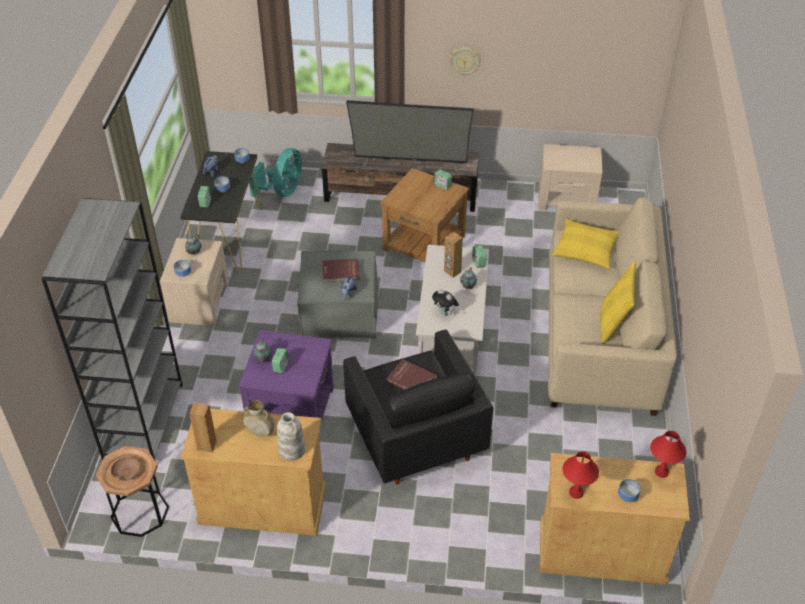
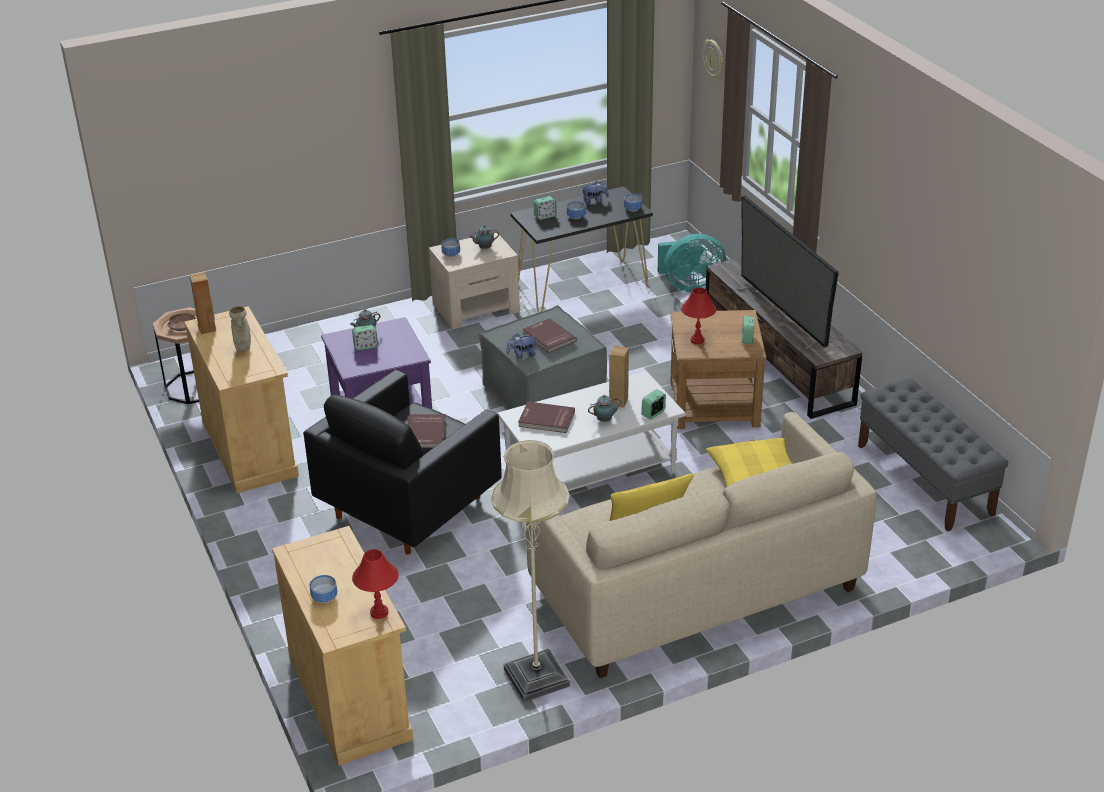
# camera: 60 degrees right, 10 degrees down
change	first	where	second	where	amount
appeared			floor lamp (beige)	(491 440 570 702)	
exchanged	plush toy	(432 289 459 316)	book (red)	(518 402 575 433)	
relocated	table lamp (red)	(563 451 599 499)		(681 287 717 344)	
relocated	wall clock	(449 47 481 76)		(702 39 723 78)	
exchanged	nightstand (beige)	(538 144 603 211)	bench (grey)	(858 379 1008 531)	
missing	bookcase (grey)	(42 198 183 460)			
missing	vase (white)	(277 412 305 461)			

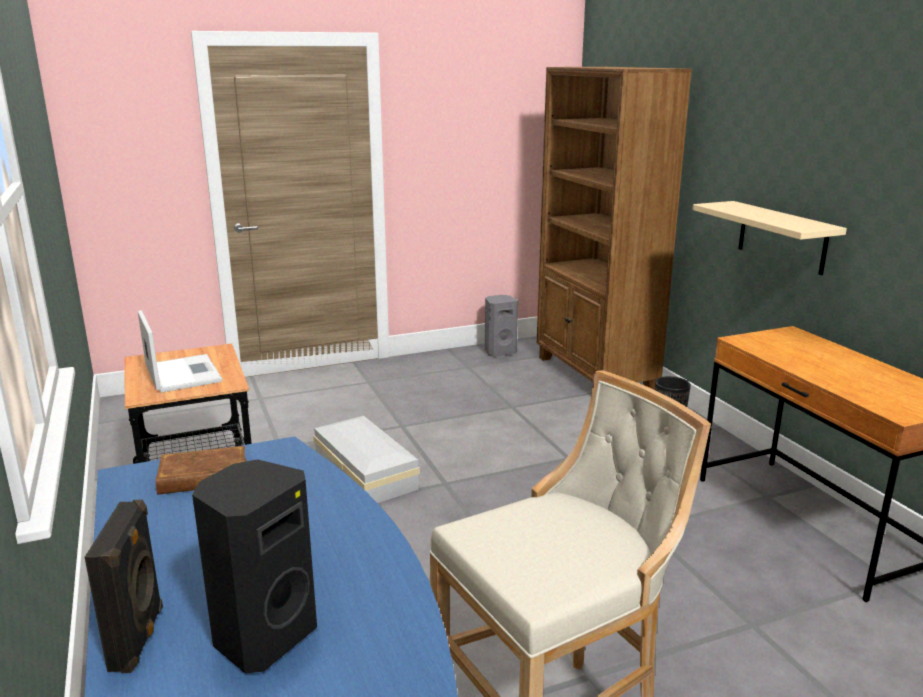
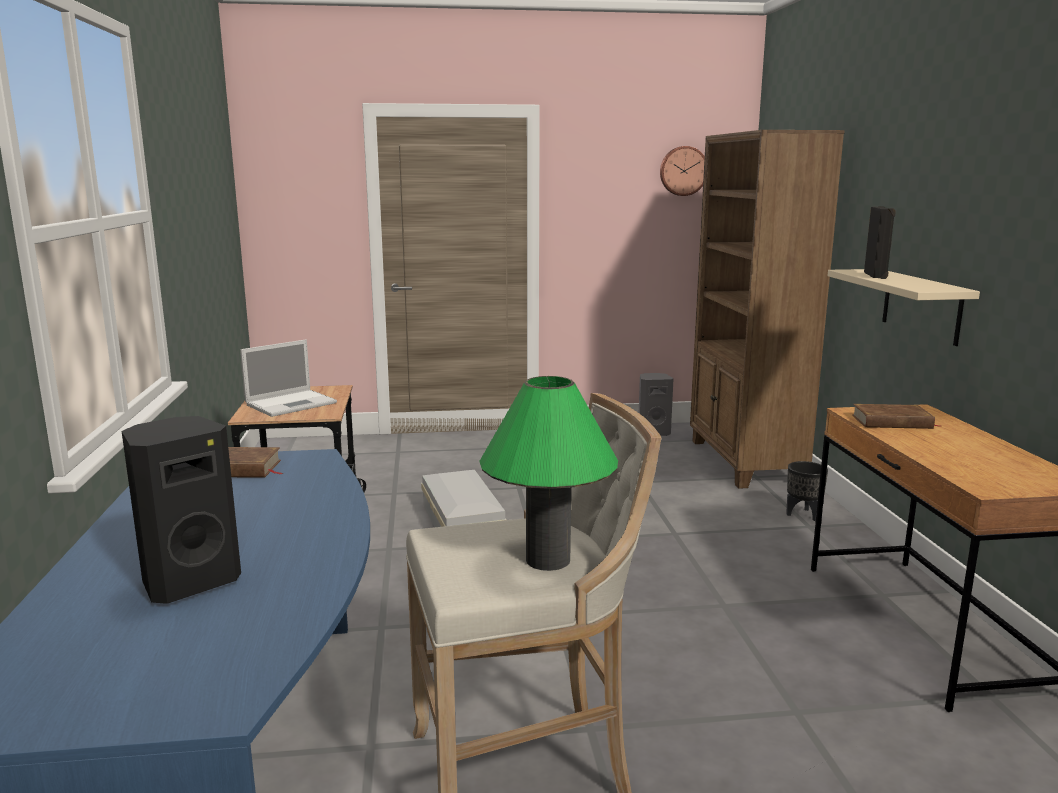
# camera: 15 degrees right, 5 degrees down
change	first	where	second	where	amount
spun	laptop	(138 310 222 393)		(240 339 337 417)	60 degrees clockwise
appeared			table lamp (green)	(479 376 618 571)	
appeared			wall clock	(660 146 705 196)	
appeared			book (brown)	(852 404 942 429)	
relocated	speaker (black)	(85 500 163 673)		(864 206 896 279)	

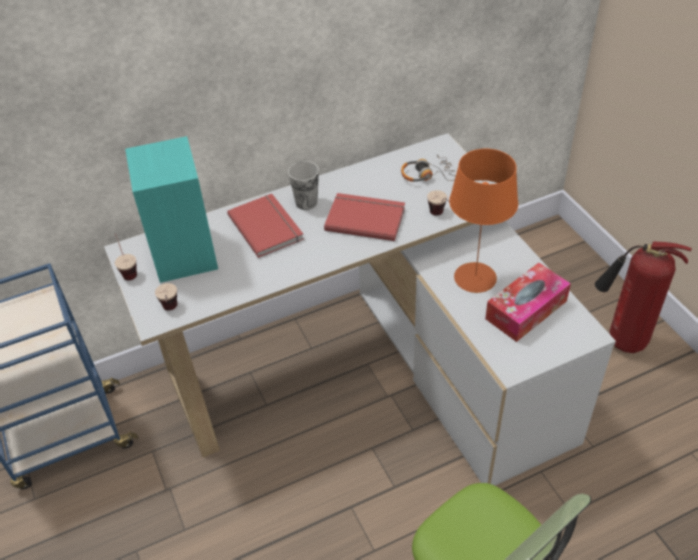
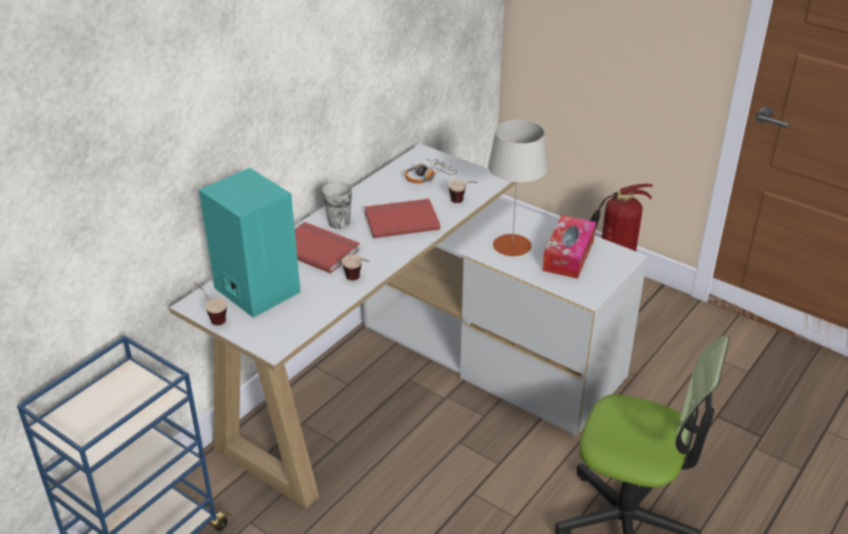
# camera: 30 degrees left, 10 degrees down
change	first	where	second	where	amount
relocated	cup	(155 283 177 311)		(342 255 369 280)	
colour	table lamp (orange)	(449 148 518 293)	table lamp (grey)	(488 120 548 256)	

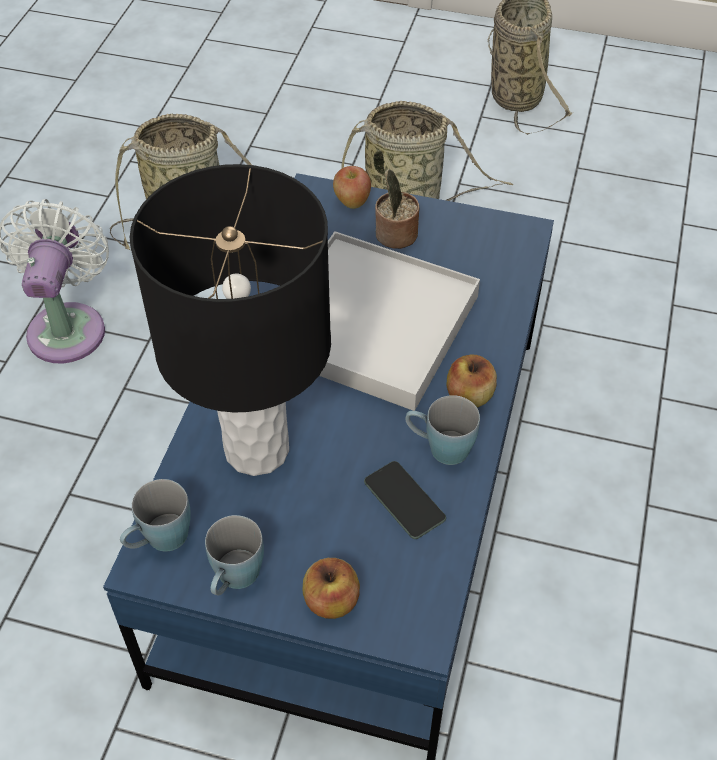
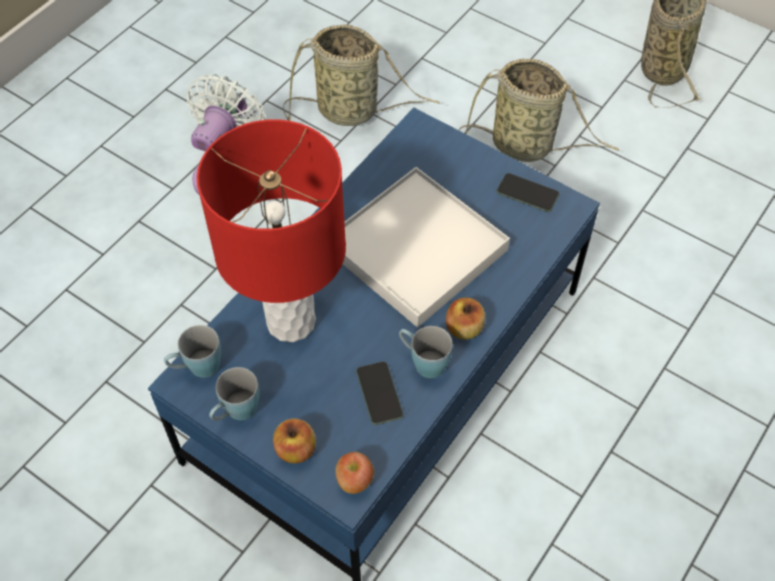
# camera: 20 degrees right, 5 degrees up
change	first	where	second	where	amount
colour	table lamp (black)	(130 164 331 476)	table lamp (red)	(197 119 346 342)	
relocated	apple	(333 166 371 209)		(335 452 374 494)	
appeared			phone	(496 173 560 212)	
missing	potted plant	(373 150 420 249)			

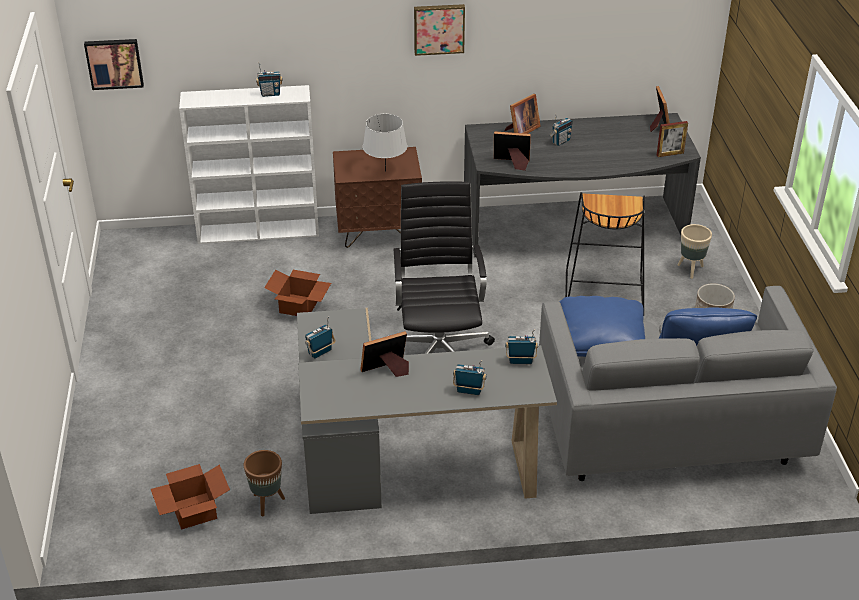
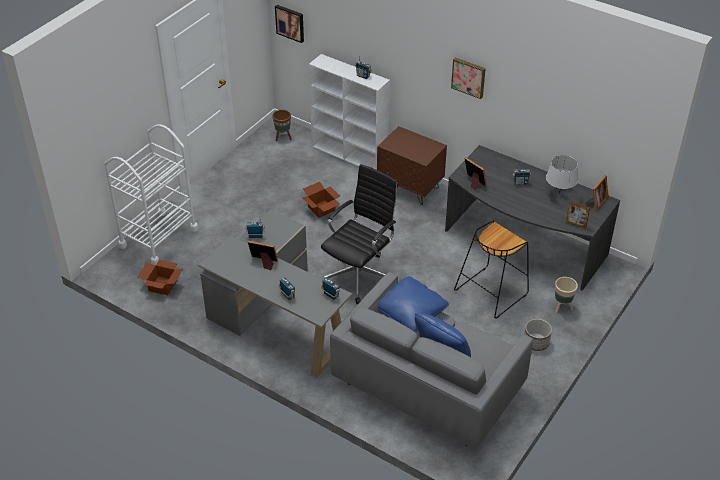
# camera: 40 degrees right, 5 degrees up
change	first	where	second	where	amount
appeared			cart (white)	(104 124 199 265)	
relocated	planter (brown)	(243 450 285 516)		(272 110 292 141)	
relocated	table lamp (grey)	(363 114 407 172)		(546 155 578 195)	
missing	picture frame	(504 94 541 134)			

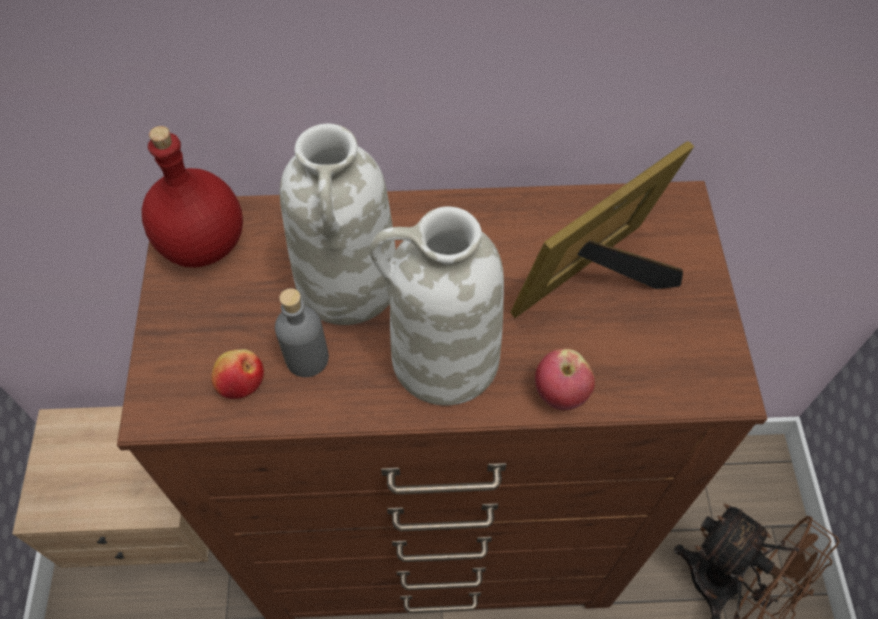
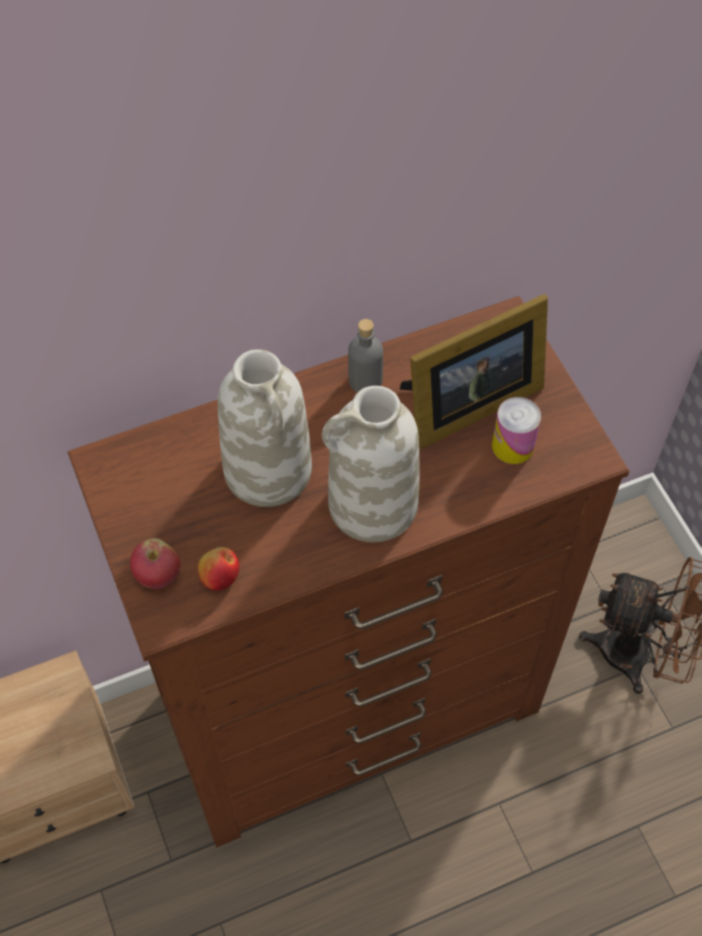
# camera: 20 degrees left, 0 degrees up
change	first	where	second	where	amount
relocated	apple	(535 349 595 410)		(130 538 180 589)	
relocated	bottle (grey)	(275 288 329 377)		(348 319 383 392)	
spun	picture frame	(511 141 694 318)		(400 294 548 449)	150 degrees counterclockwise
appeared			can	(492 397 541 464)	
missing	bottle (red)	(142 126 243 268)			

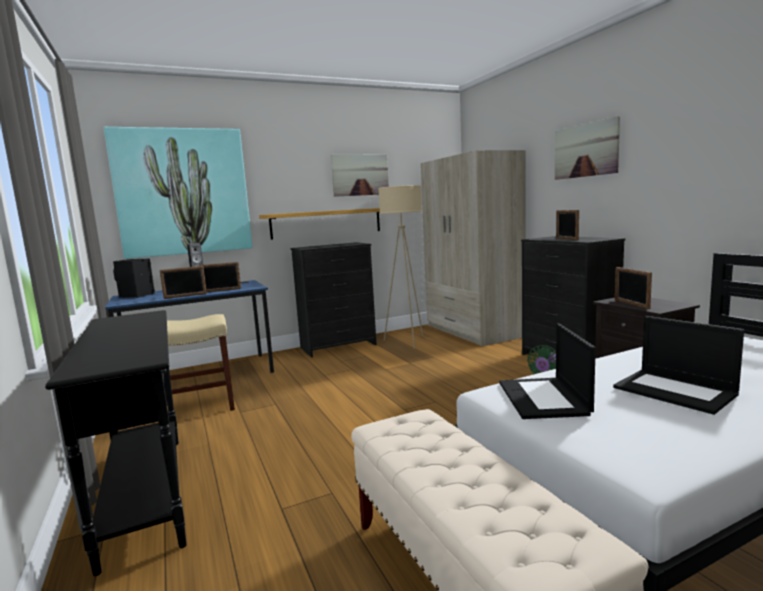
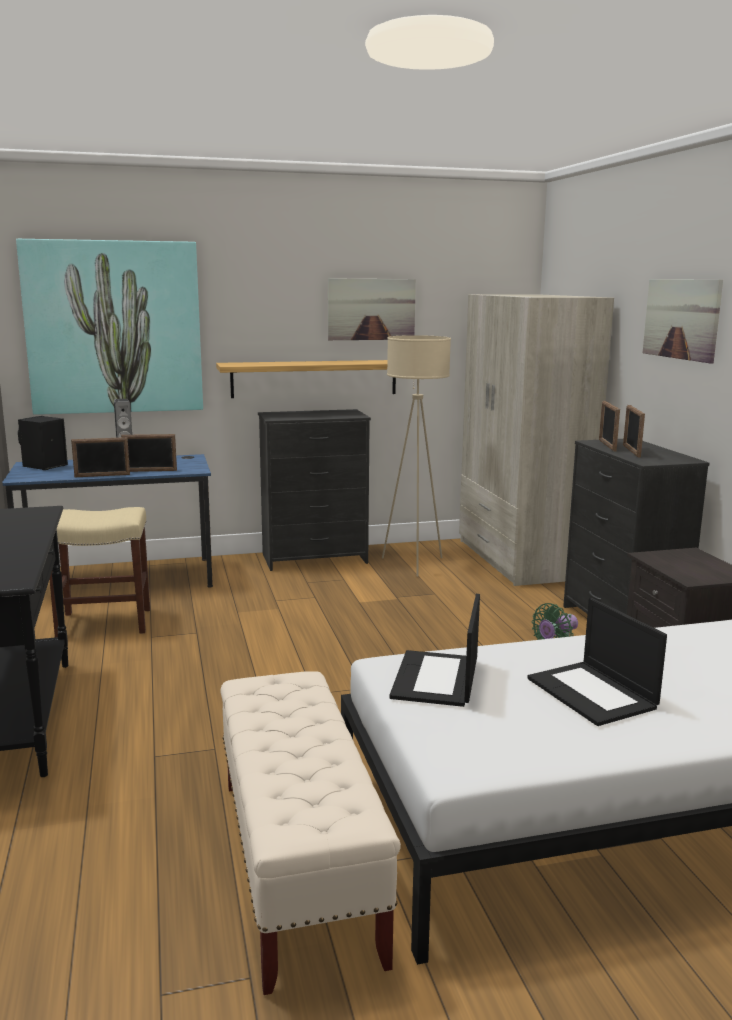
# camera: 10 degrees right, 5 degrees up
change	first	where	second	where	amount
relocated	picture frame	(615 267 652 309)		(599 401 620 452)	

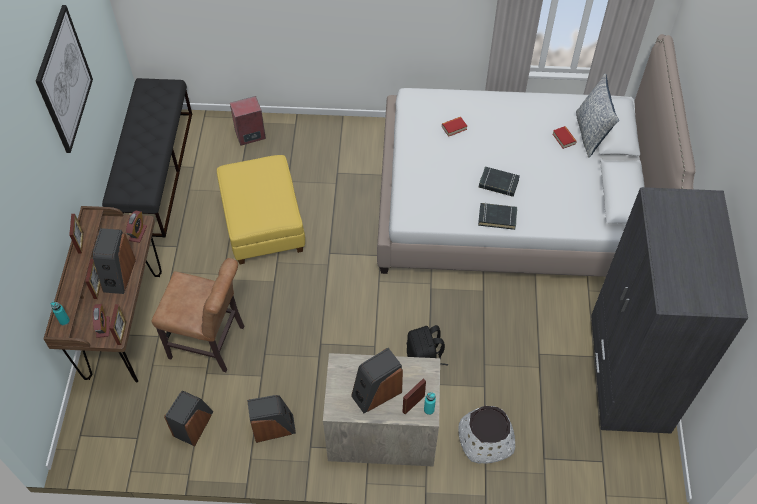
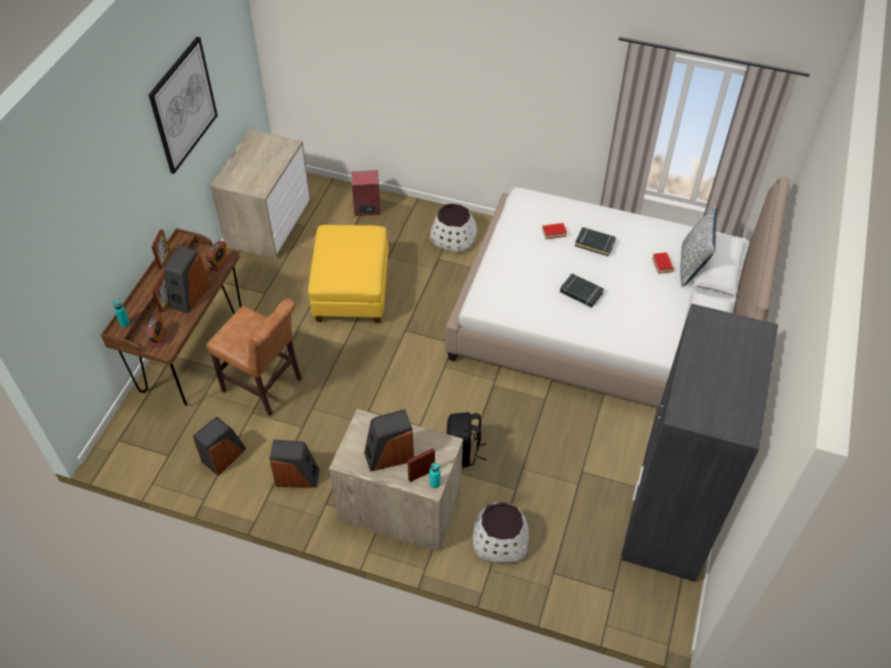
# camera: 15 degrees right, 5 degrees down
change	first	where	second	where	amount
exchanged	bench (black)	(102 78 192 238)	dresser	(210 129 311 259)	
appeared			planter (white)	(430 203 477 252)	
relocated	book (black)	(478 203 517 230)		(575 227 616 256)	
missing	picture frame	(109 304 127 345)			

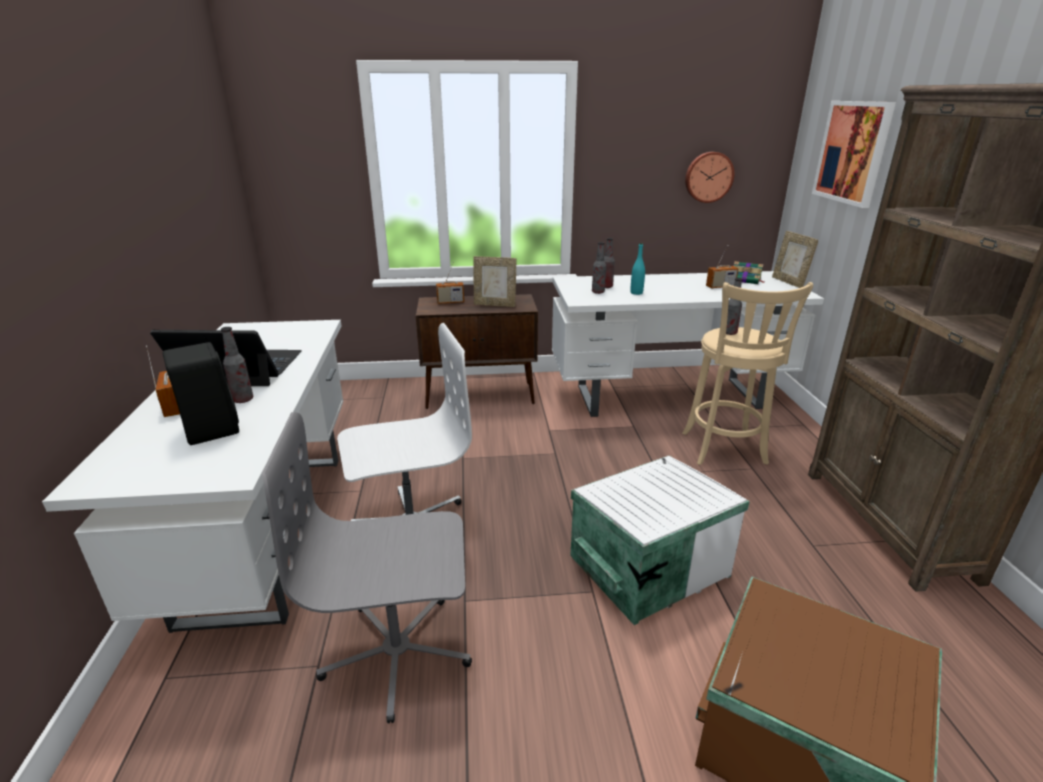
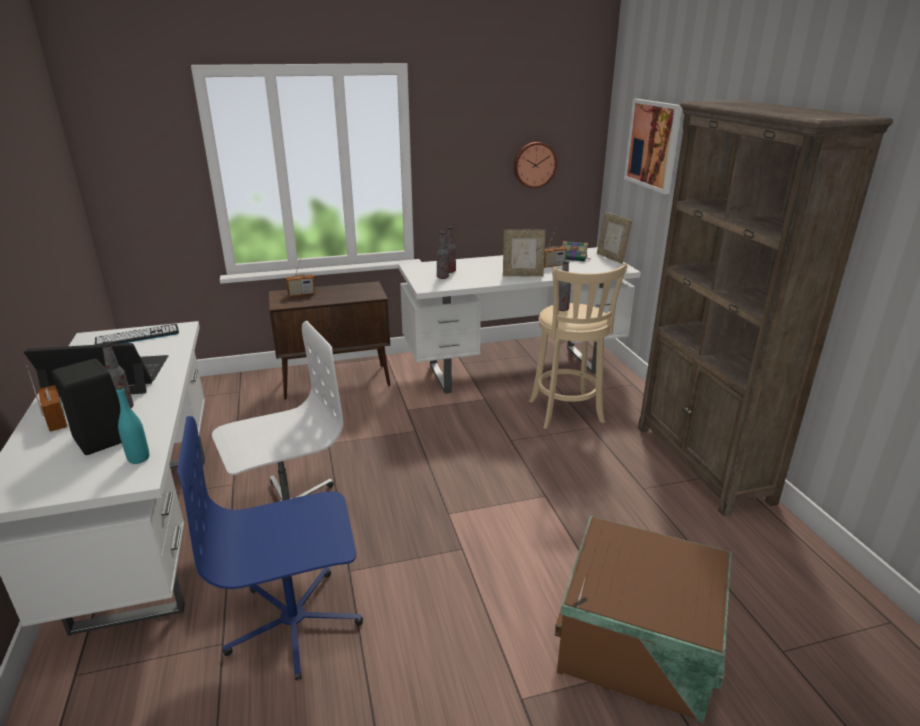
# camera: 10 degrees left, 0 degrees up
change	first	where	second	where	amount
appeared			keyboard	(95 324 179 345)	
relocated	bottle (turquoise)	(630 243 645 295)		(116 386 149 464)	
colour	office chair (grey)	(262 412 472 723)	office chair (blue)	(177 416 363 681)	
relocated	picture frame	(474 256 516 307)		(503 229 546 276)	
missing	storage box (white)	(570 456 750 625)			

